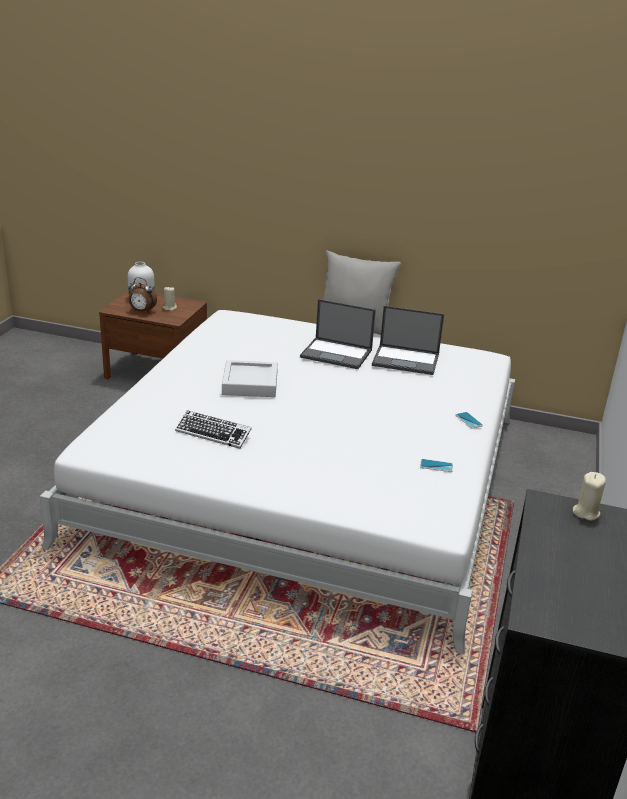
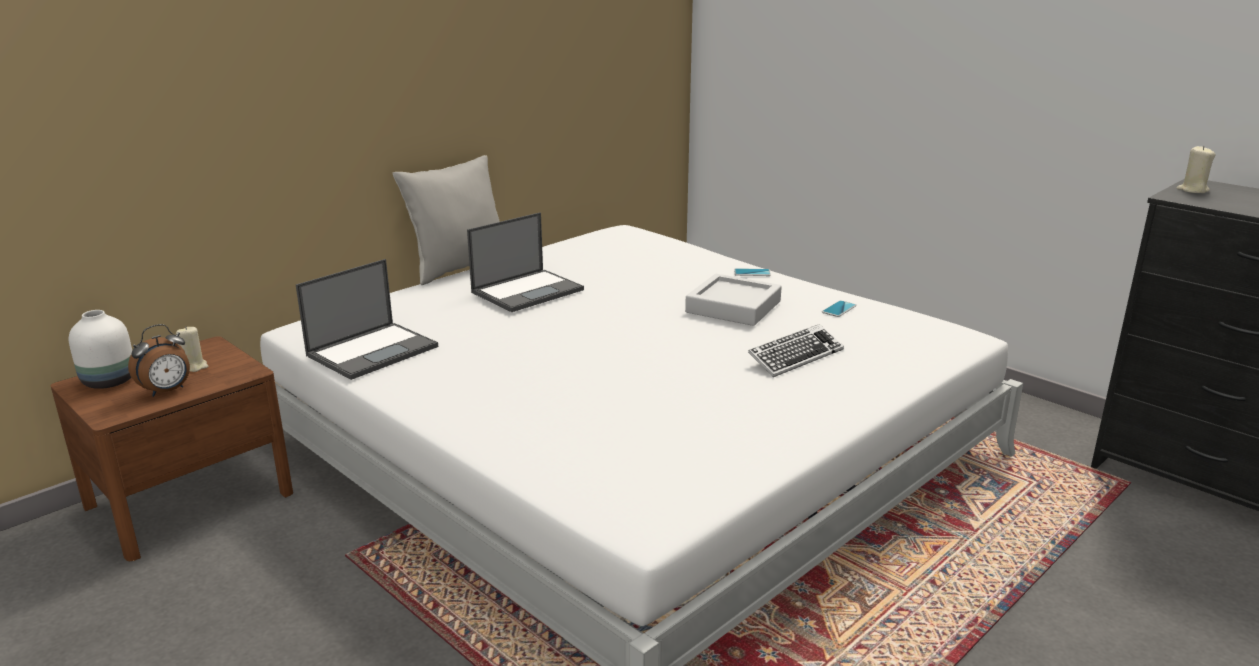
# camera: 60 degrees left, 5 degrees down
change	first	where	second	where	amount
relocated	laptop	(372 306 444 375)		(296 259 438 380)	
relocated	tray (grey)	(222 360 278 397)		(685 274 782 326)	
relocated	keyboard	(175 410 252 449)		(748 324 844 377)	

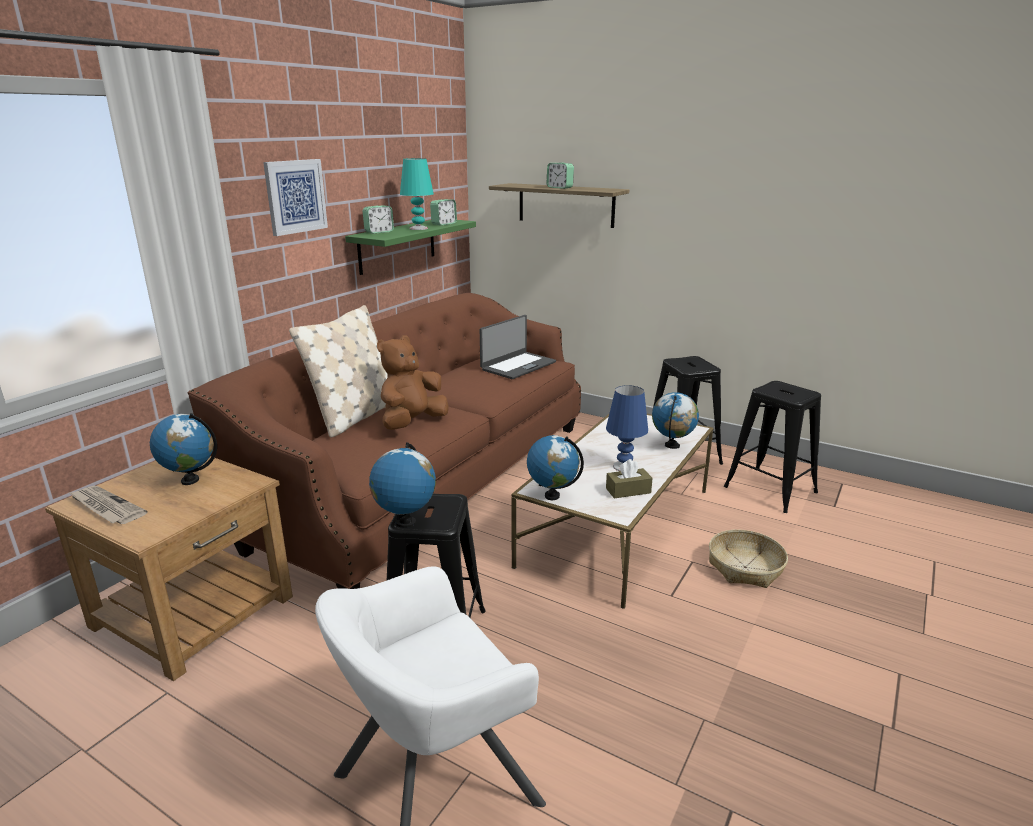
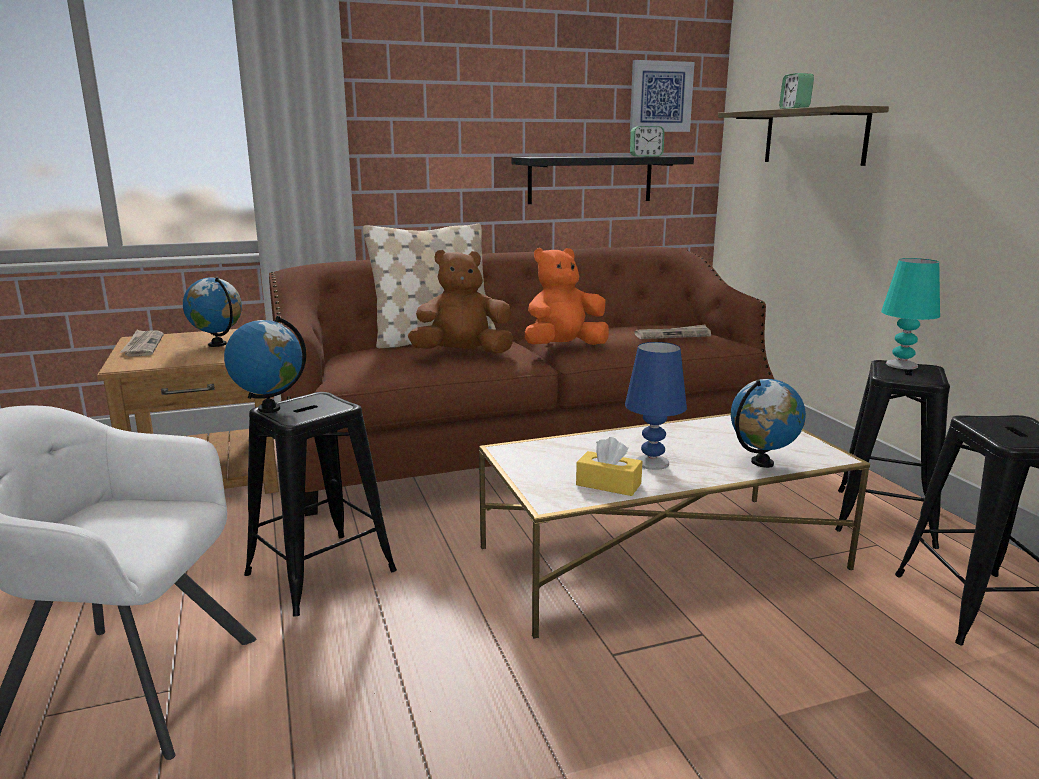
# camera: 40 degrees right, 5 degrees down
change	first	where	second	where	amount
colour	shelf (green)	(345 220 476 275)	shelf (black)	(512 156 694 204)	
appeared			plush toy (orange)	(525 248 609 345)	
colour	tissue box (brown)	(606 459 653 498)	tissue box (yellow)	(576 437 642 496)	
relocated	picture	(263 159 328 236)		(630 60 695 132)	
exchanged	laptop	(480 315 556 379)	newspaper	(634 324 711 339)	
relocated	table lamp (turquoise)	(400 158 434 230)		(881 258 940 369)	
missing	alarm clock	(363 205 394 234)			
missing	globe	(527 435 584 500)			
missing	basket	(709 530 788 588)			

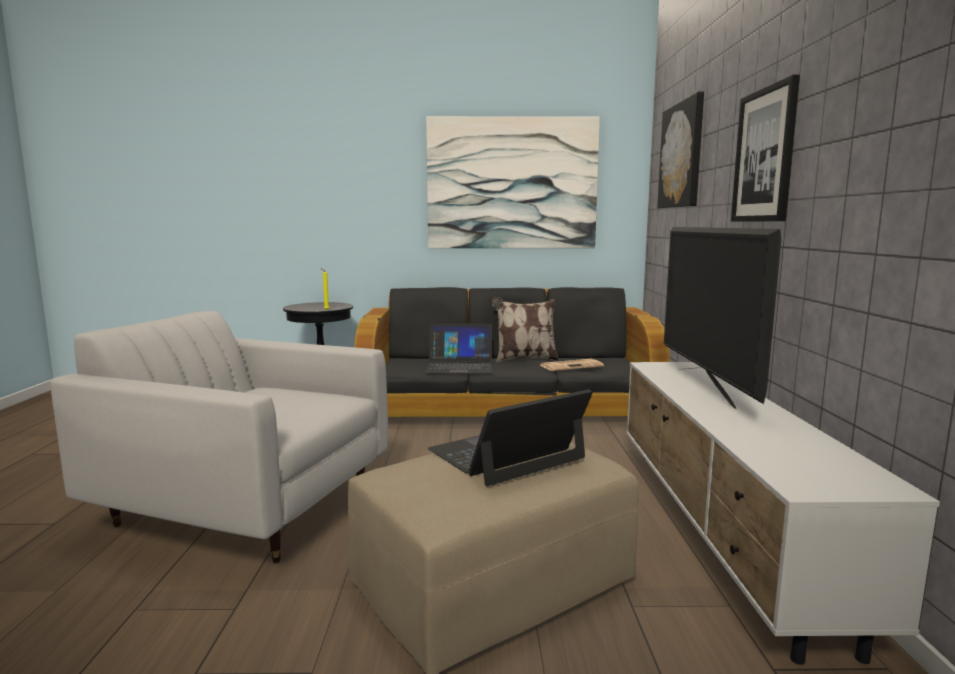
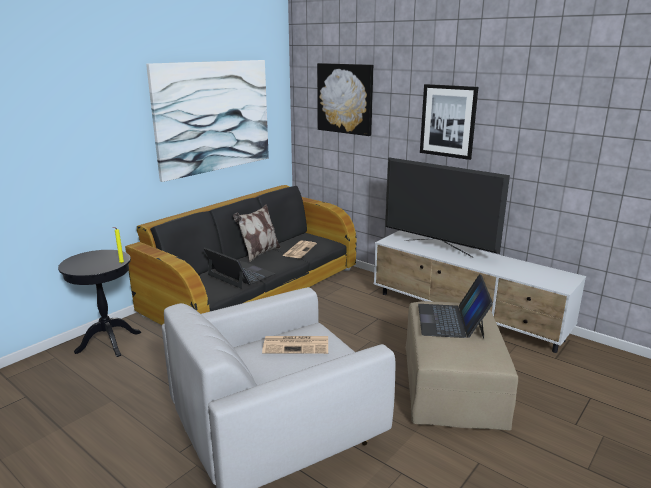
# camera: 50 degrees left, 10 degrees up
change	first	where	second	where	amount
spun	laptop	(425 324 492 374)		(203 248 275 289)	90 degrees counterclockwise
appeared			newspaper	(262 336 328 354)	

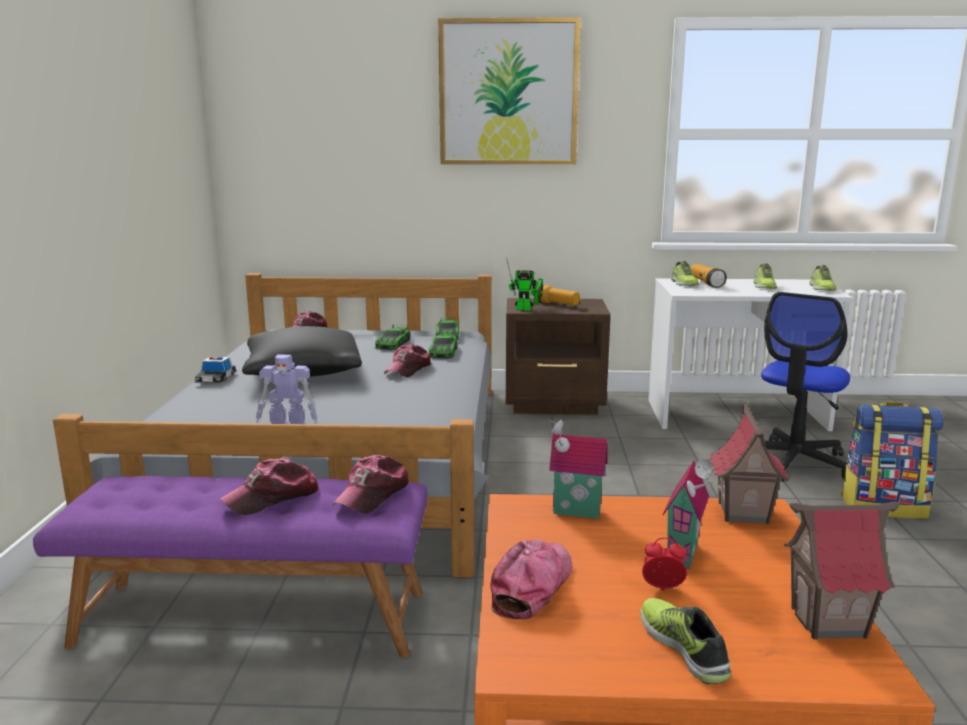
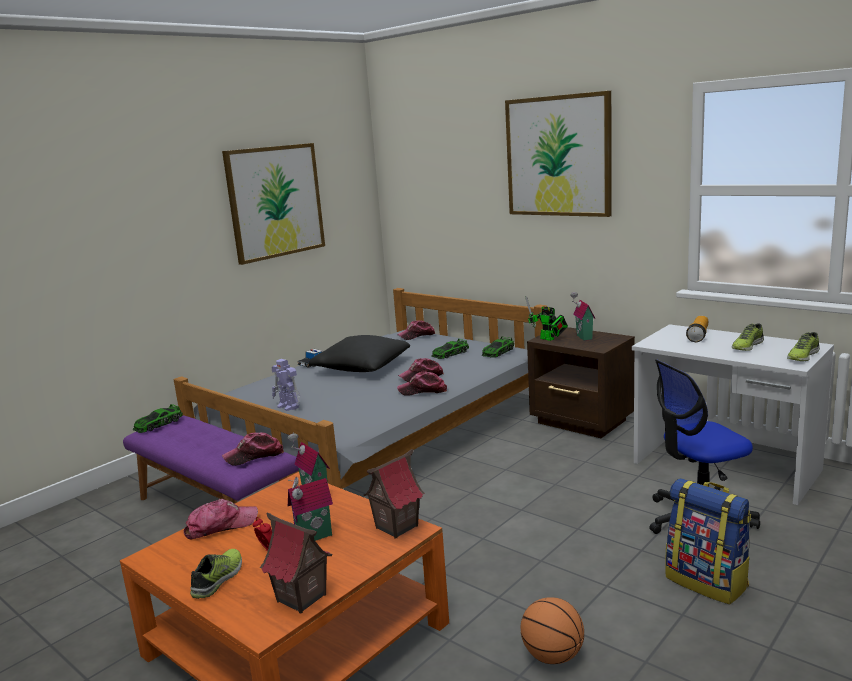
# camera: 40 degrees right, 0 degrees up
change	first	where	second	where	amount
relocated	toy car	(429 332 457 359)		(133 404 183 433)	
appeared			picture	(222 143 325 265)	
relocated	cap	(220 458 320 515)		(397 372 447 396)	
appeared			basketball	(521 597 584 664)	
exchanged	flashlight	(539 285 580 305)	toy house	(570 292 595 341)	
missing	shoe	(671 261 699 286)			

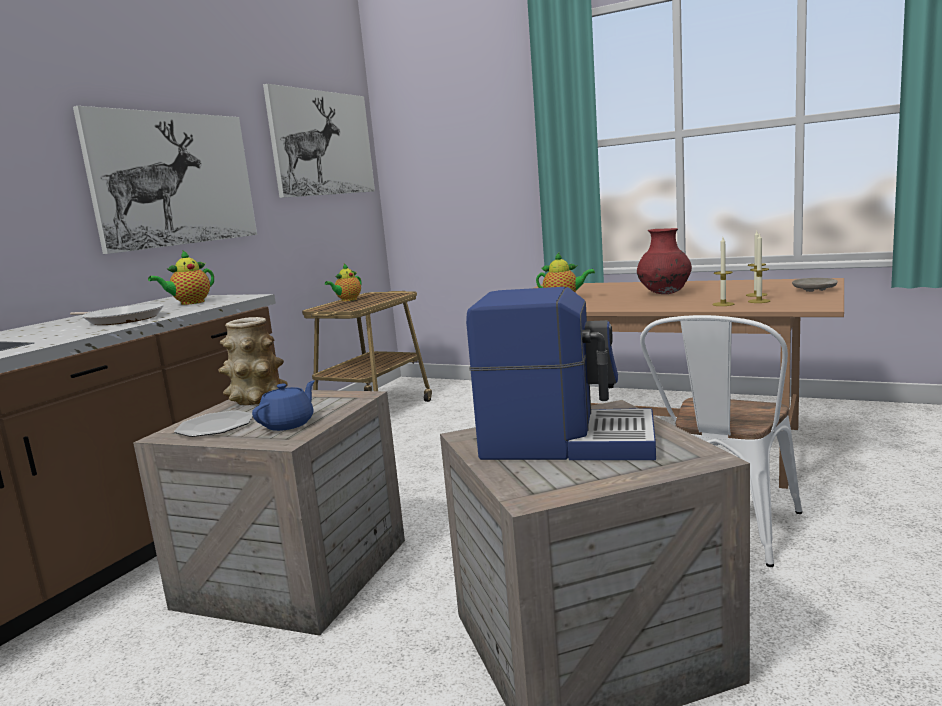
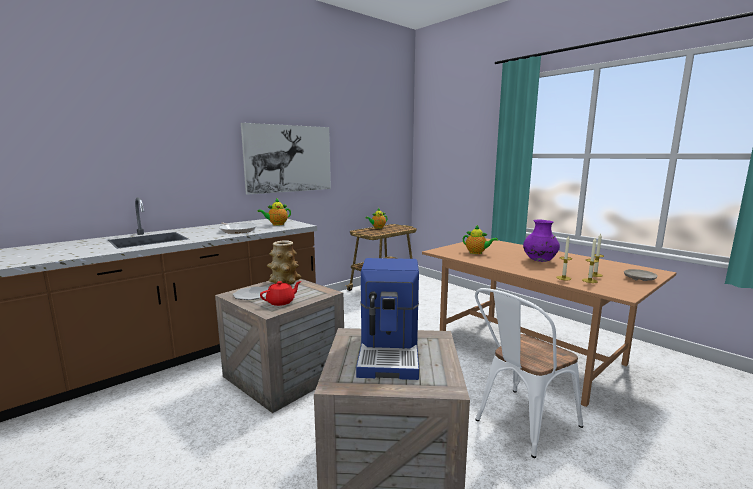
# camera: 20 degrees right, 0 degrees up
change	first	where	second	where	amount
colour	teapot (blue)	(252 380 315 431)	teapot (red)	(260 281 301 306)	
spun	coffee machine	(466 287 656 460)		(356 258 419 380)	60 degrees clockwise
colour	vase (red)	(637 228 692 294)	vase (purple)	(523 220 560 262)	
missing	picture	(263 84 375 198)			

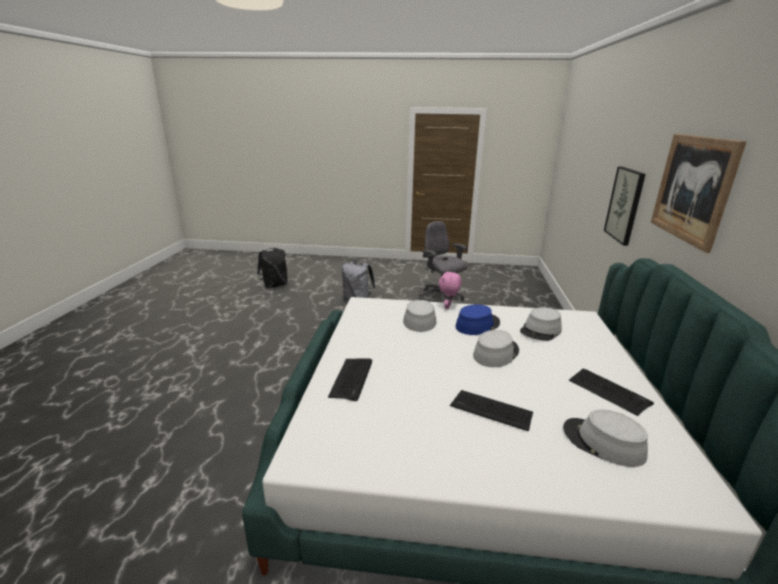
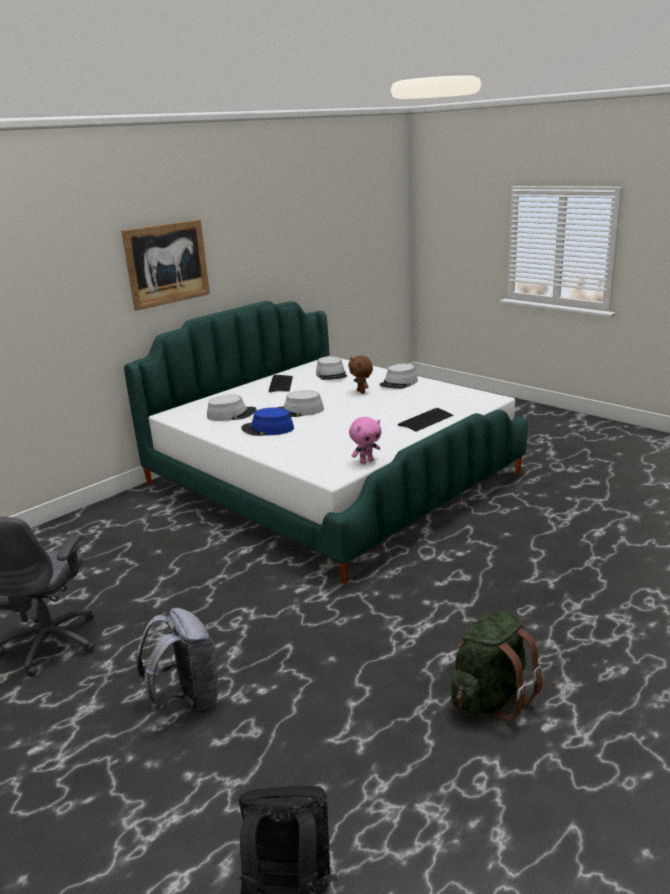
# camera: 140 degrees left, 0 degrees up
change	first	where	second	where	amount
exchanged	keyboard	(450 390 533 431)	plush toy (brown)	(348 356 373 394)	
relocated	plush toy (pink)	(439 271 461 309)		(349 417 382 464)	
relocated	hat (grey)	(403 300 437 332)		(379 364 418 389)	
appeared			backpack (green)	(451 611 543 721)	
missing	picture	(604 166 646 246)			

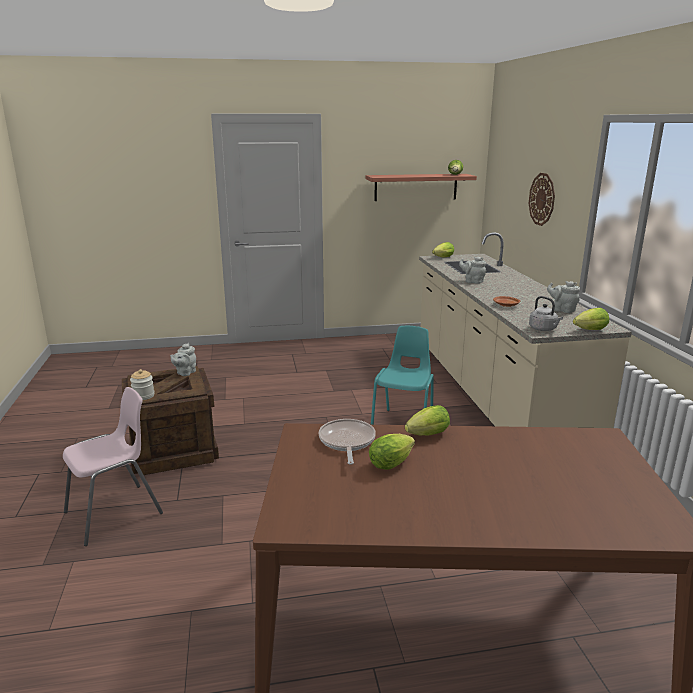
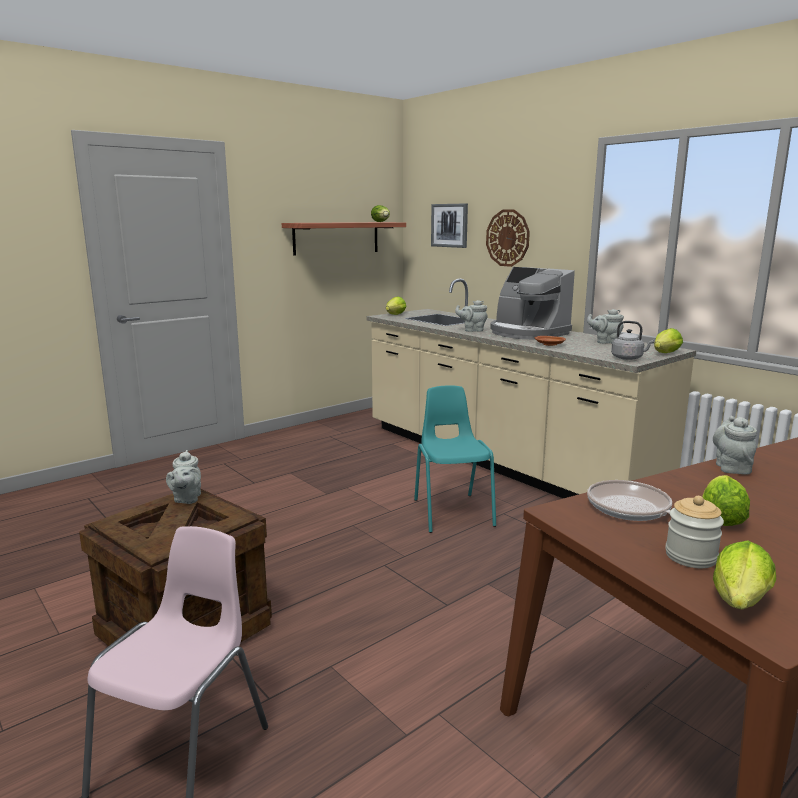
# camera: 30 degrees left, 5 degrees down
change	first	where	second	where	amount
appeared			picture	(431 203 468 248)	
appeared			coffee machine	(490 267 575 340)	
relocated	jar	(130 369 155 400)		(665 496 724 568)	
appeared			teapot (grey)	(713 416 757 475)	
relocated	lettuce	(405 405 450 435)		(713 540 776 610)	

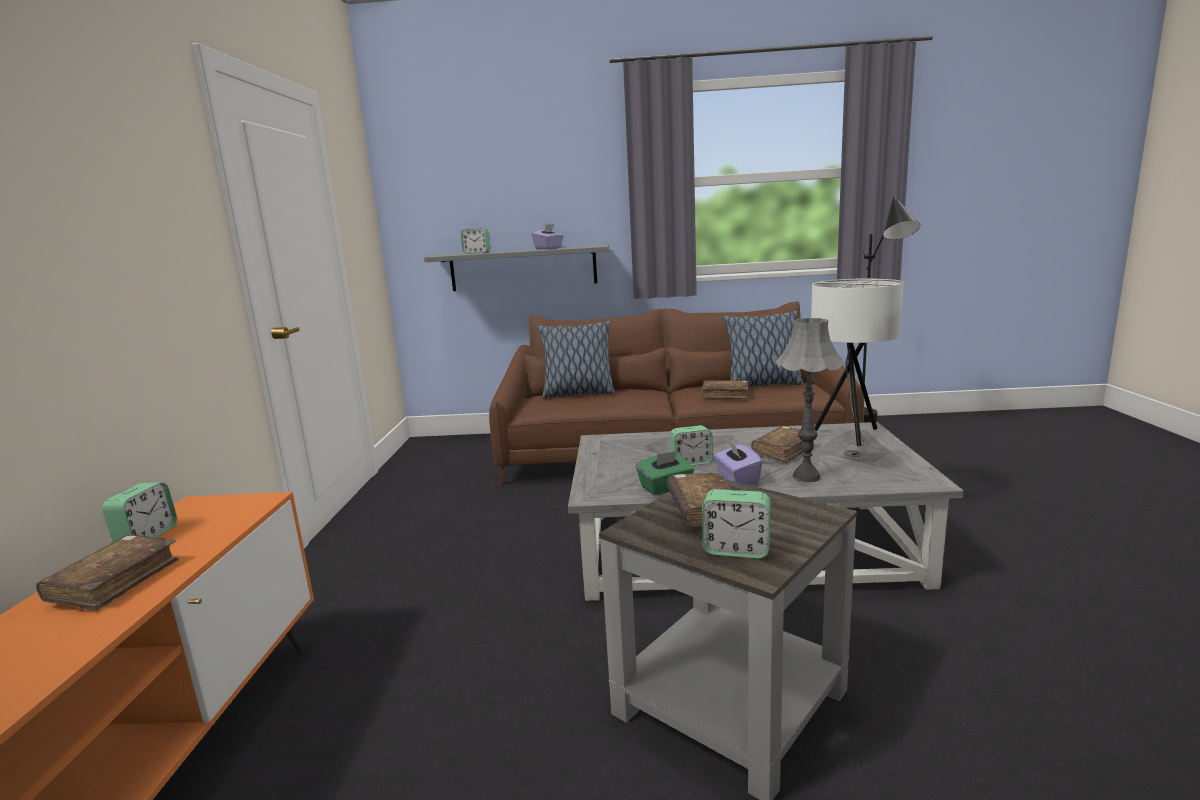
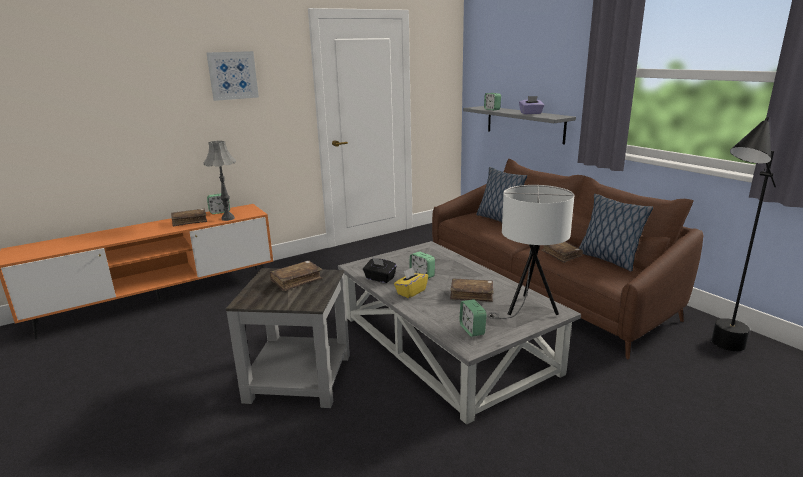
# camera: 55 degrees right, 5 degrees up
change	first	where	second	where	amount
relocated	table lamp (grey)	(776 318 844 482)		(203 141 236 221)	
appeared			picture	(207 51 259 101)	
colour	tissue box (green)	(636 451 694 495)	tissue box (black)	(363 257 397 283)	
colour	tissue box (purple)	(714 439 763 485)	tissue box (yellow)	(394 267 428 298)	
relocated	alarm clock	(702 489 770 559)		(459 299 486 337)	

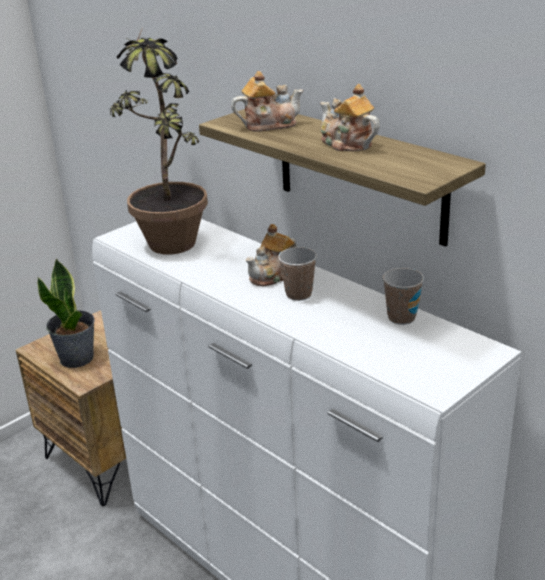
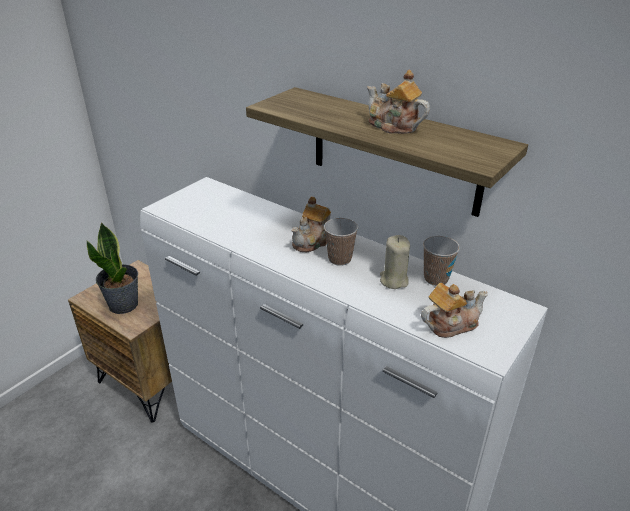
# camera: 10 degrees left, 5 degrees up
change	first	where	second	where	amount
appeared			candle (beige)	(380 235 410 289)	
relocated	teapot	(231 71 303 132)		(421 283 488 338)	
missing	potted plant	(110 30 208 255)			

